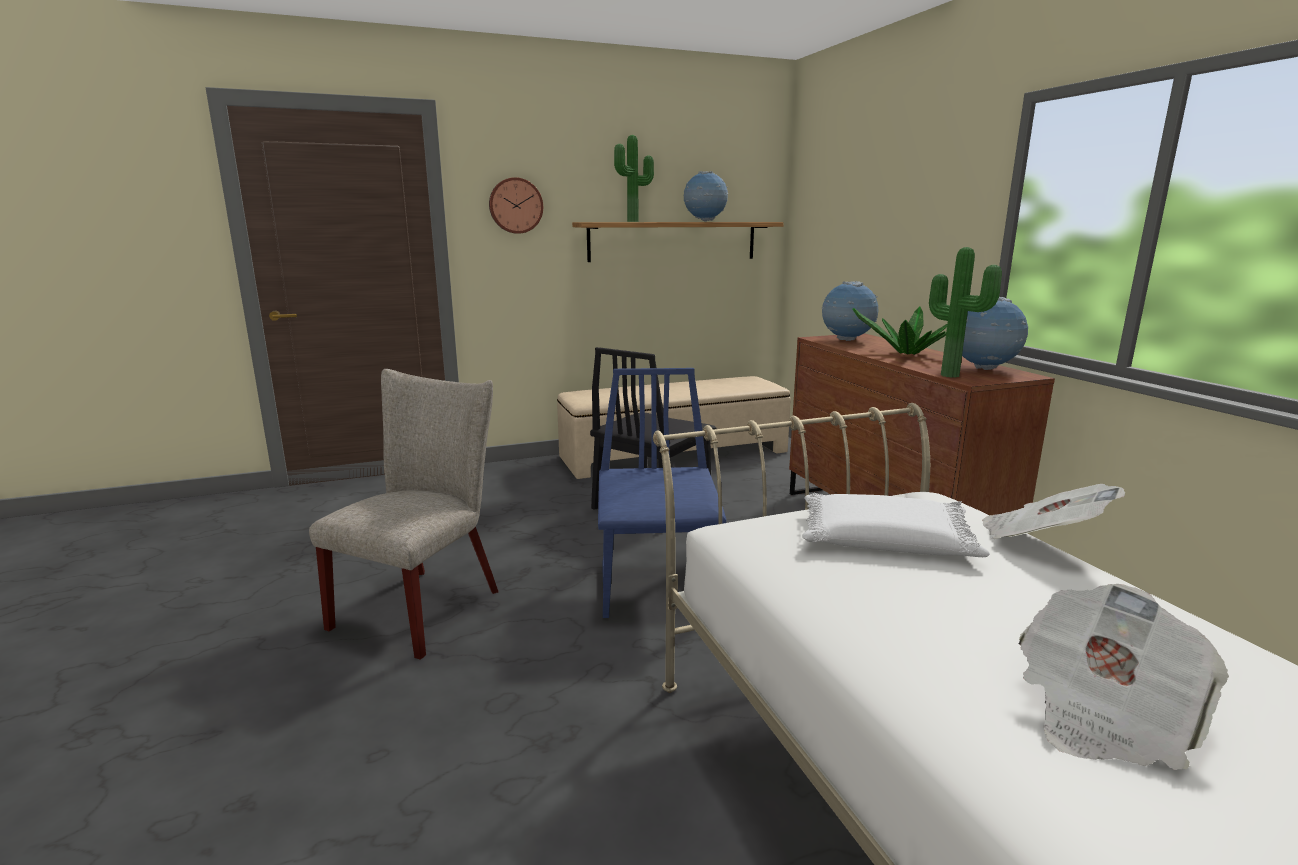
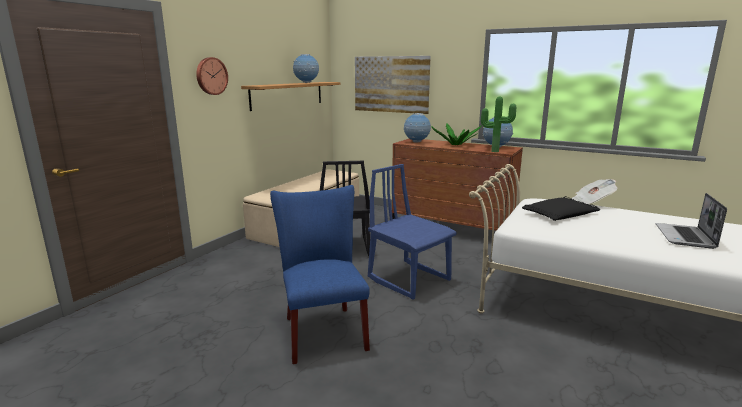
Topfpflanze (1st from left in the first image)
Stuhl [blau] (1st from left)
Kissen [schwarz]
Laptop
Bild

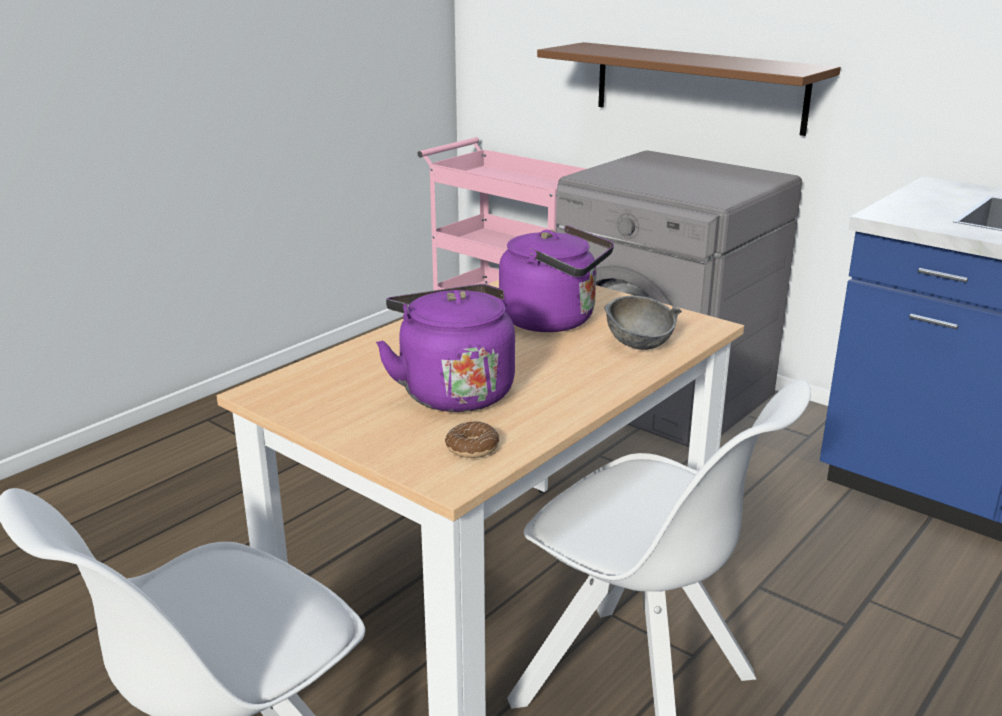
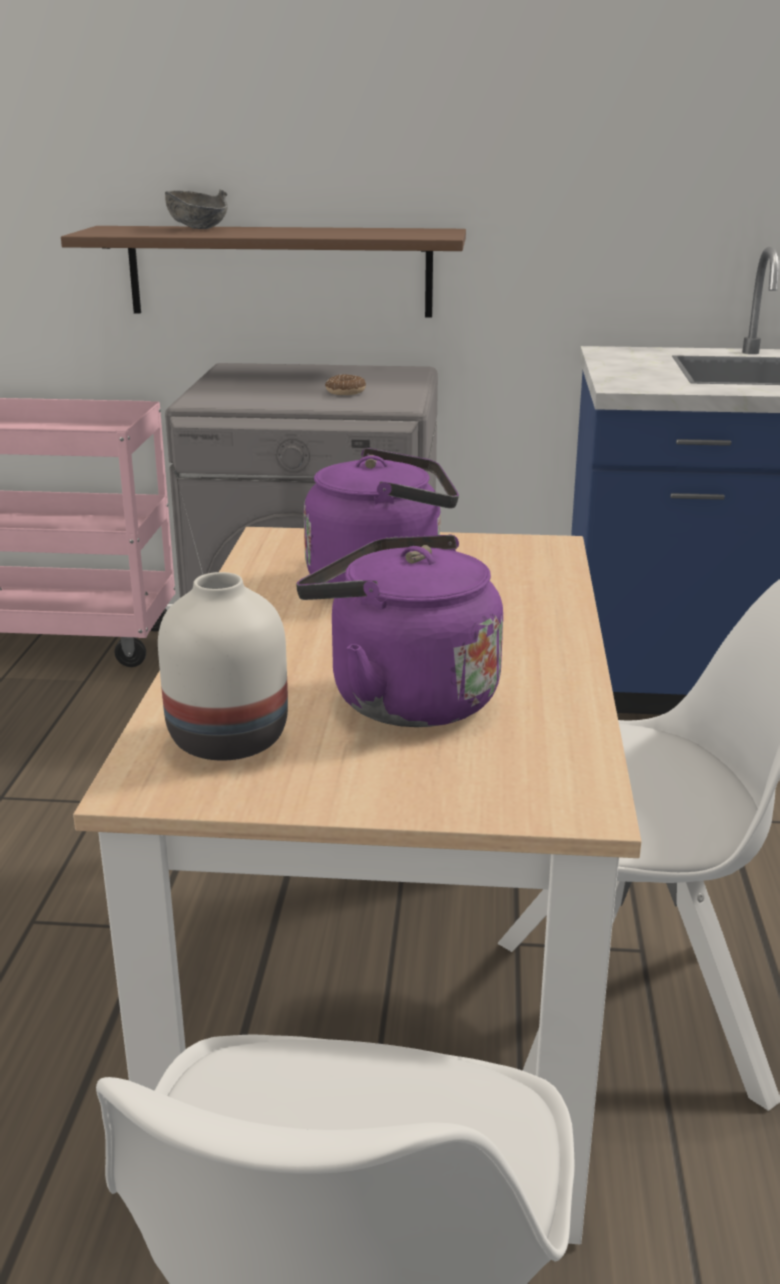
Schüssel [grau]
Donut
Vase [weiß]

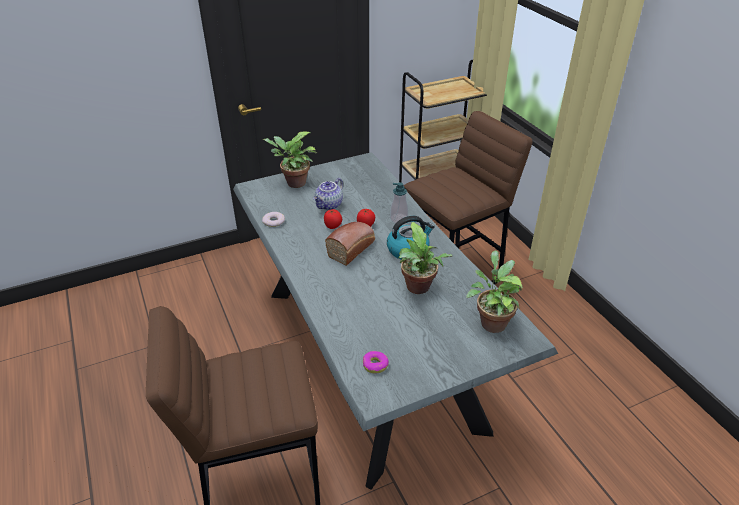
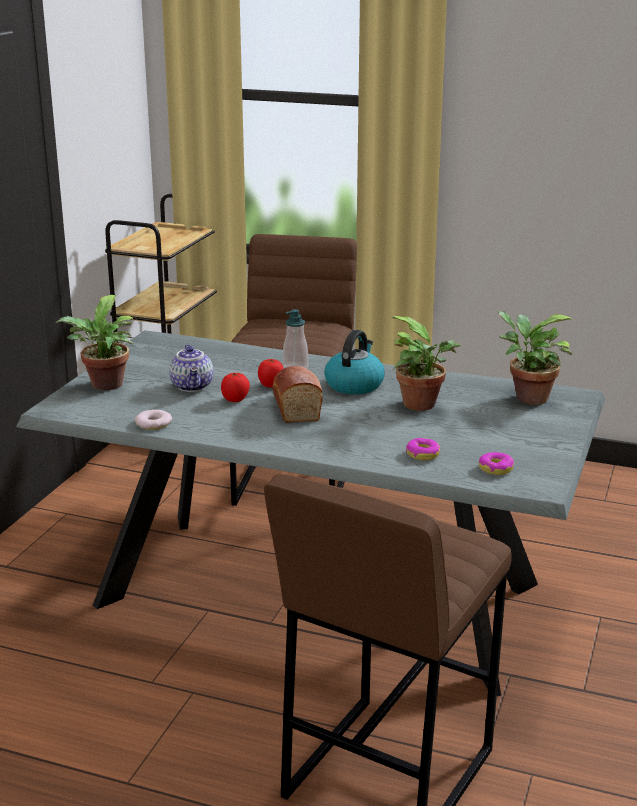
Donut (2nd from left)

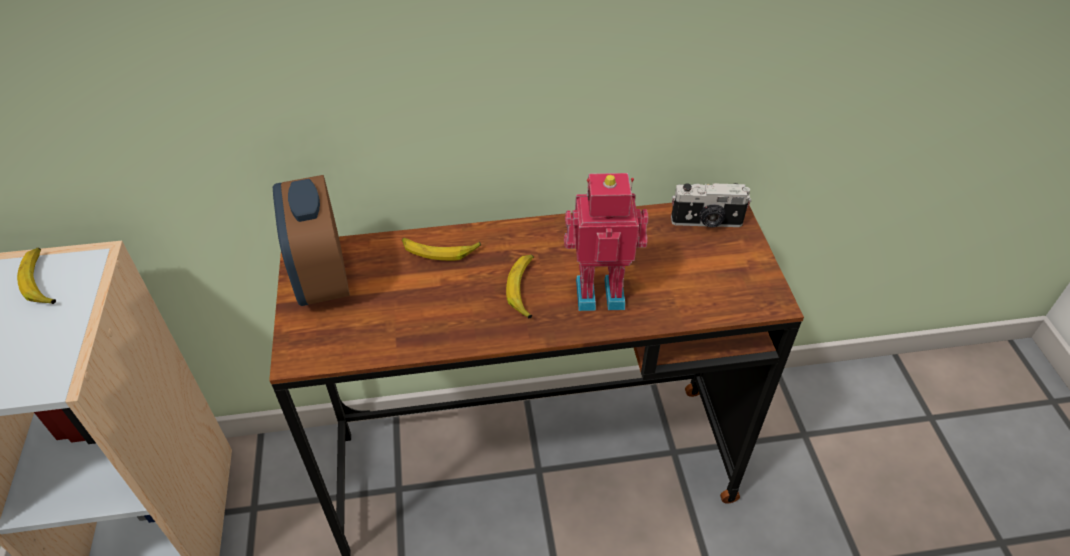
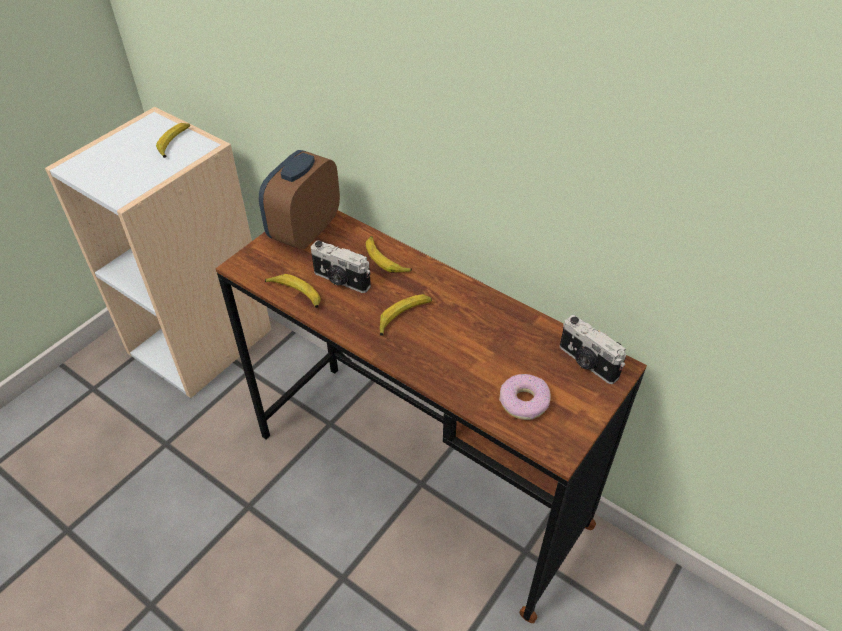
Spielzeugroboter
Kamera (1st from left)
Banane (2nd from left)
Donut

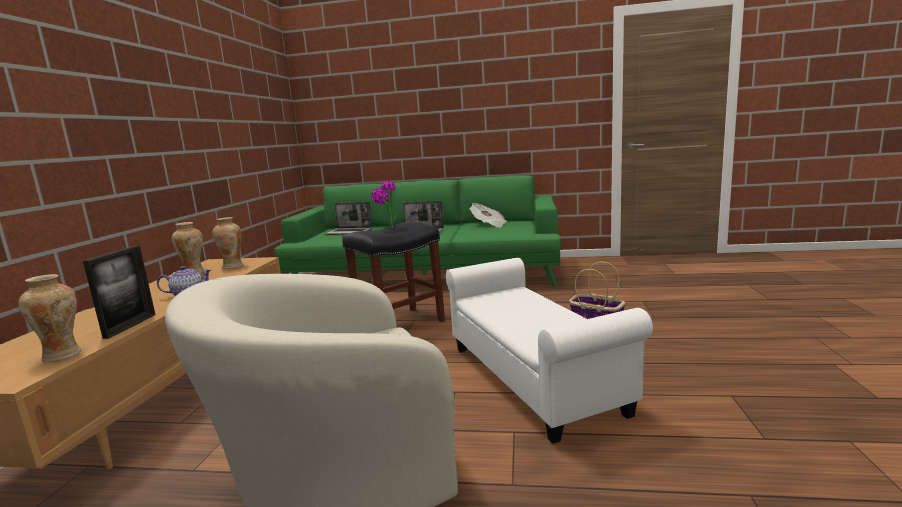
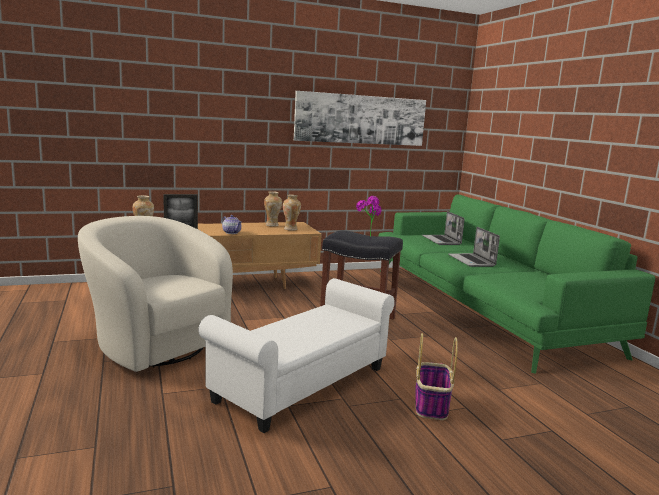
Zeitung
Bild

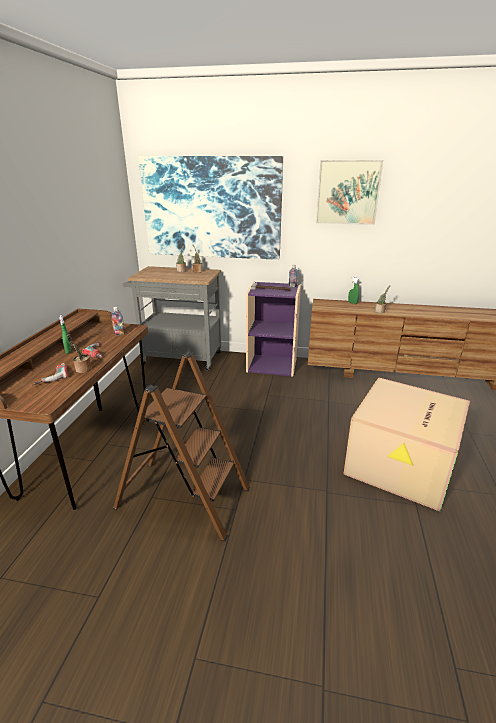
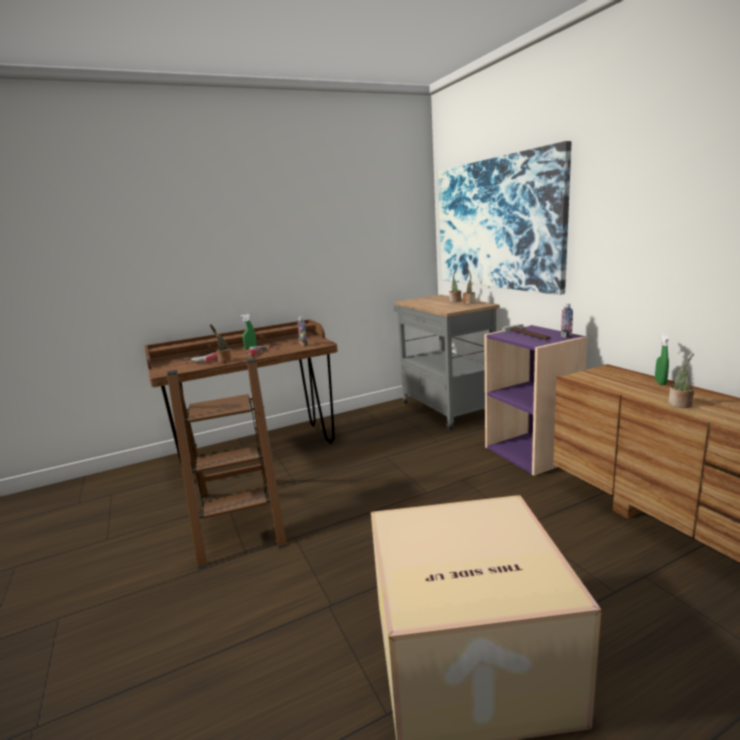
Bild (2nd from left in the first image)

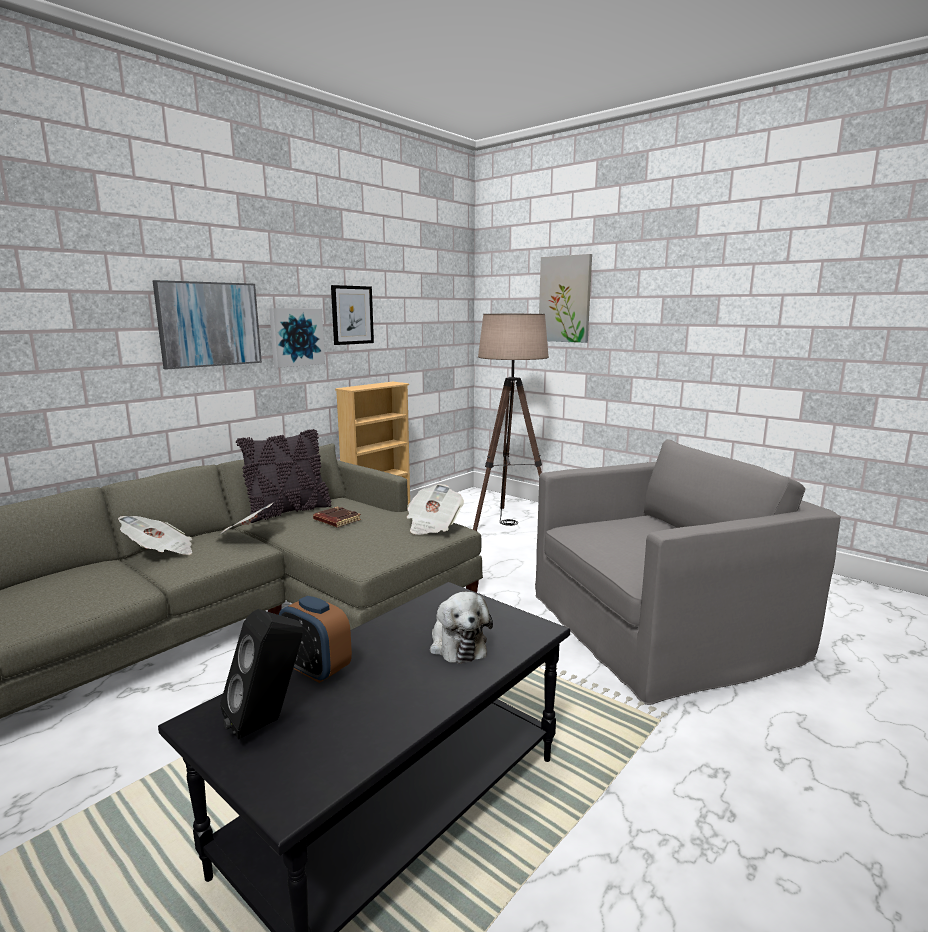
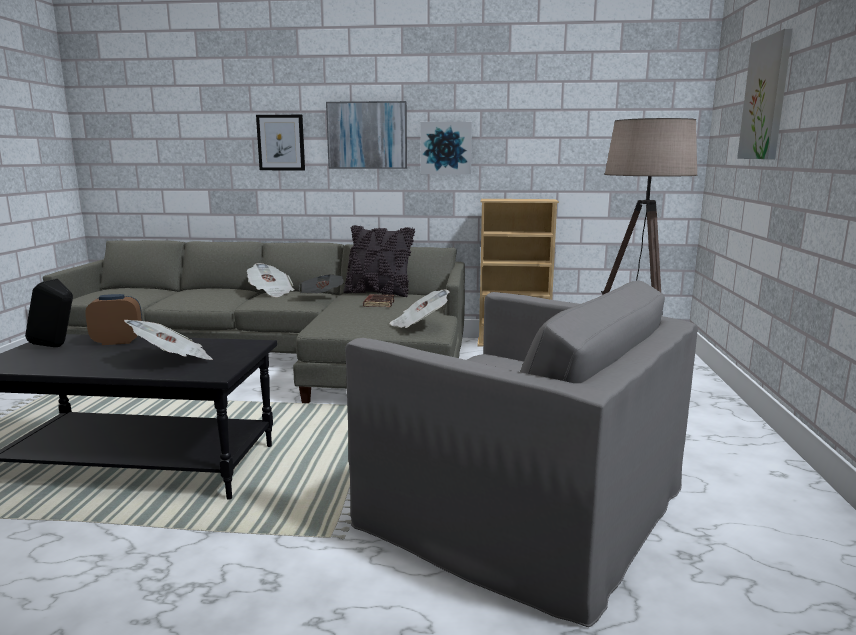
Bild (1st from left)
Zeitung (1st from left)
Wecker

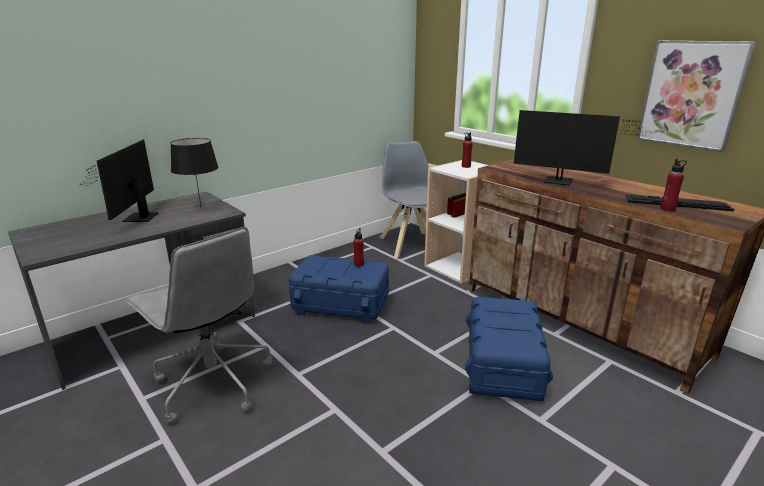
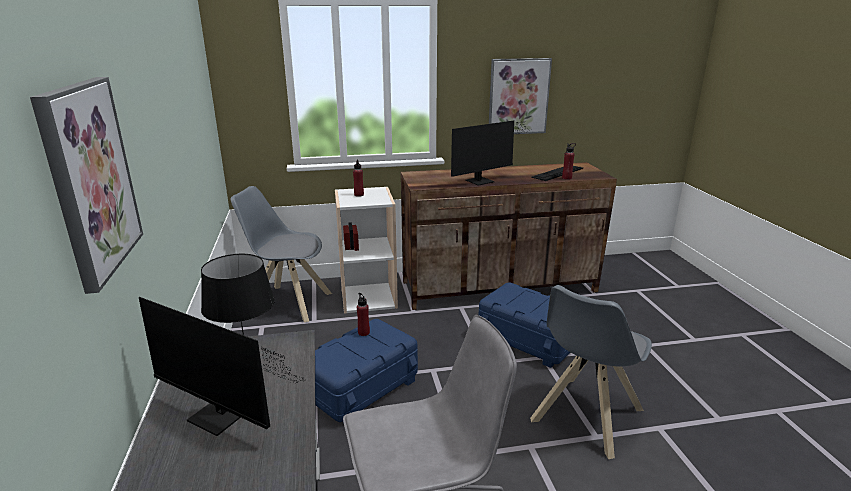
Bild (1st from left)
Stuhl [grau] (2nd from left)

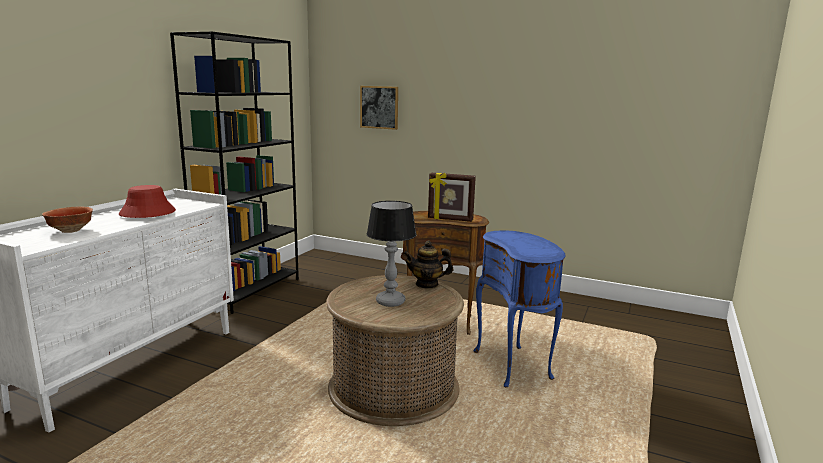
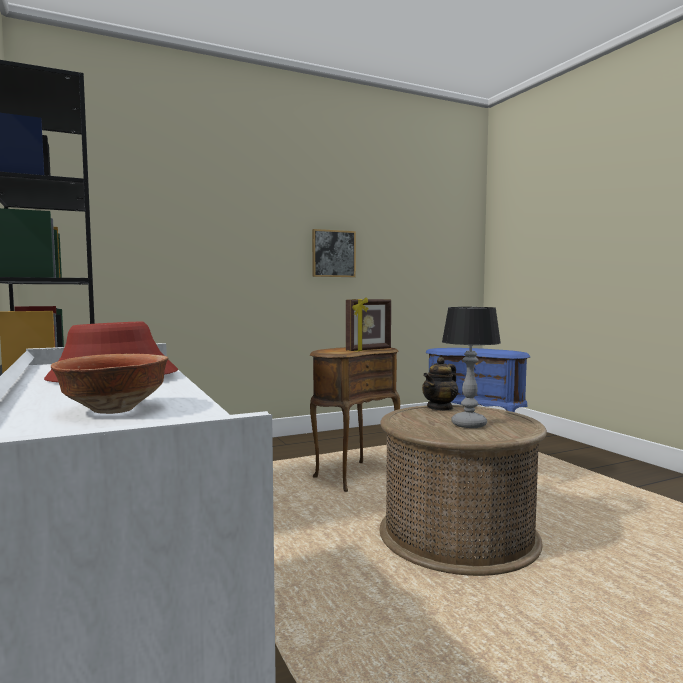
Bild

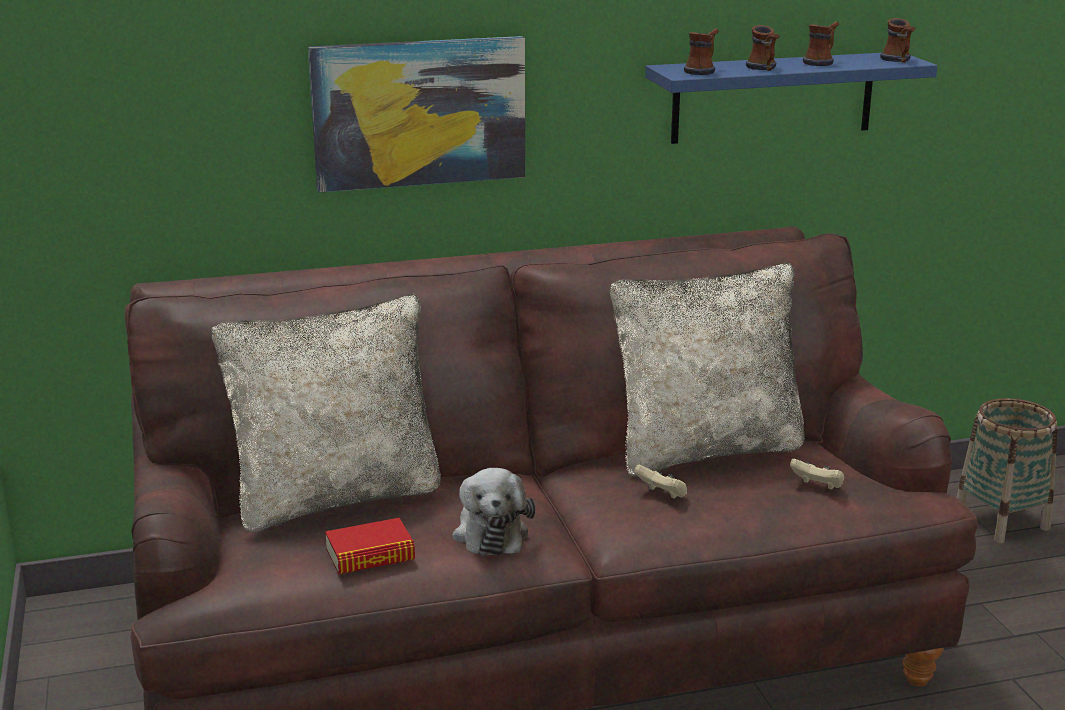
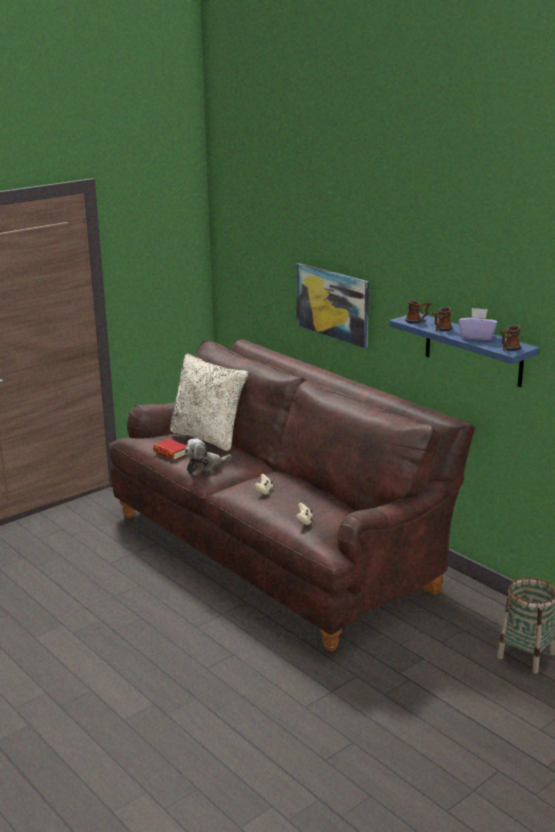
Taschentuchbox [lila]
Kissen [beige] (2nd from left in the first image)

